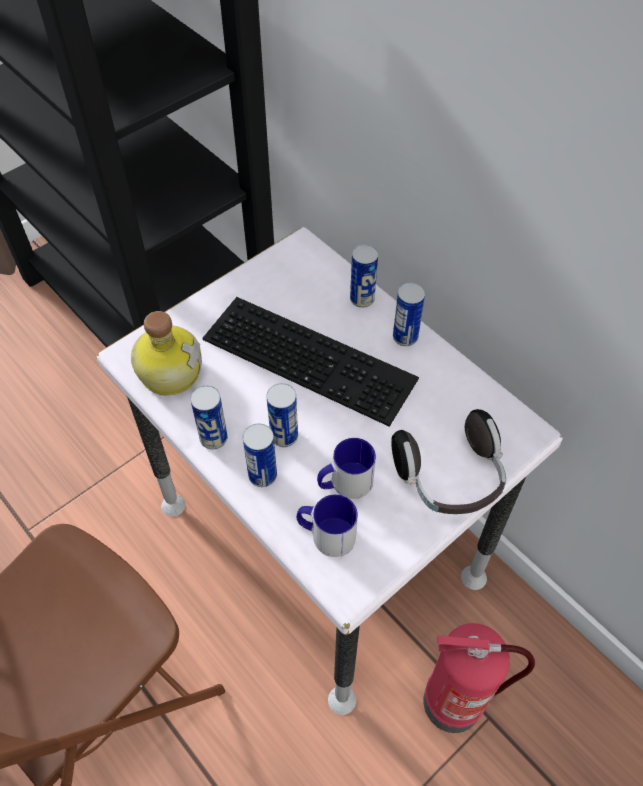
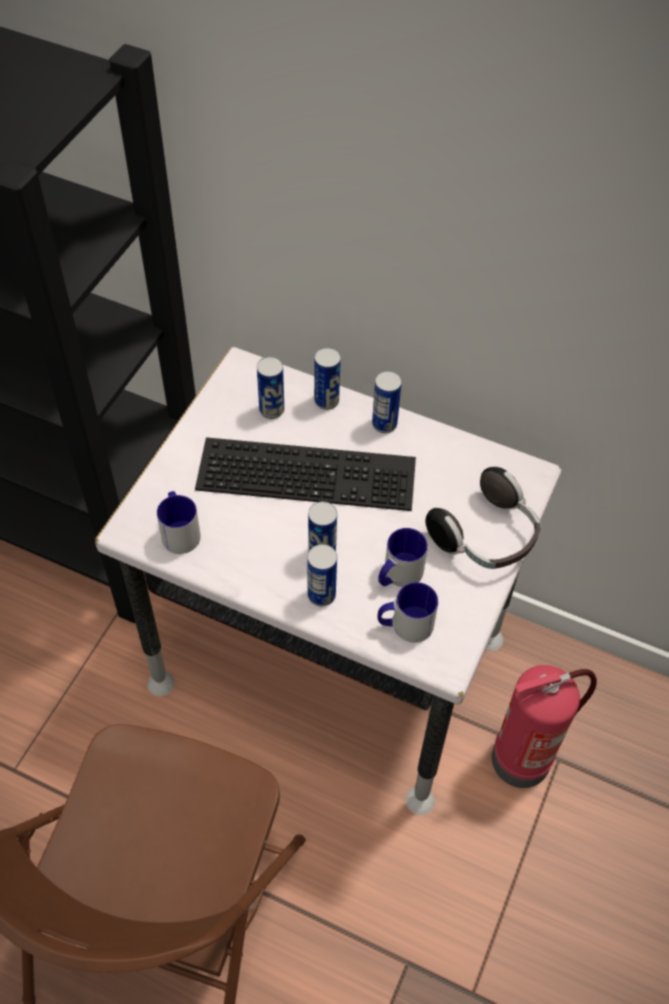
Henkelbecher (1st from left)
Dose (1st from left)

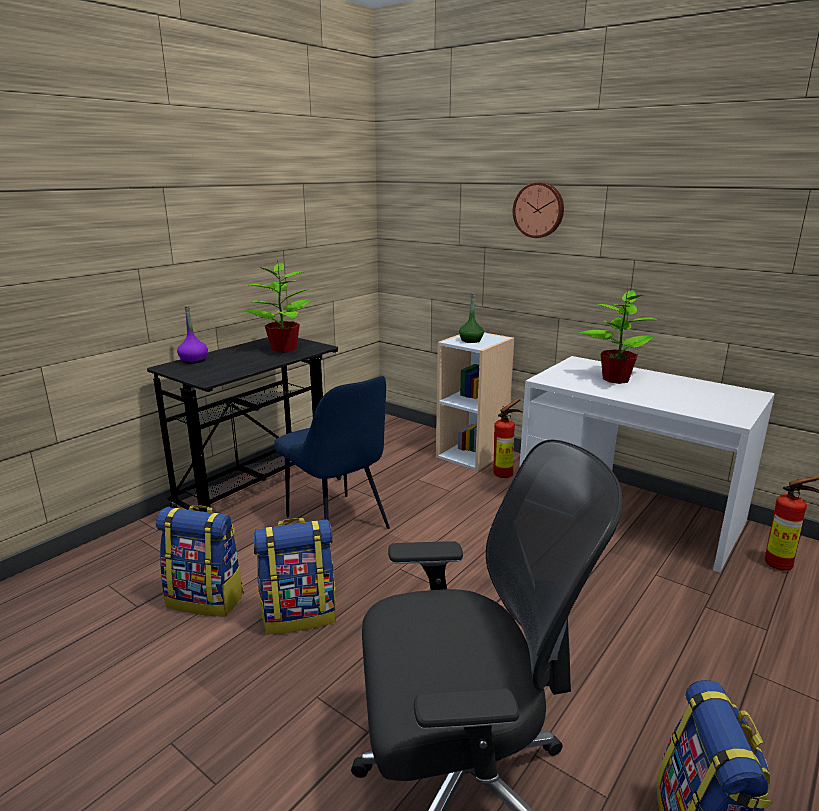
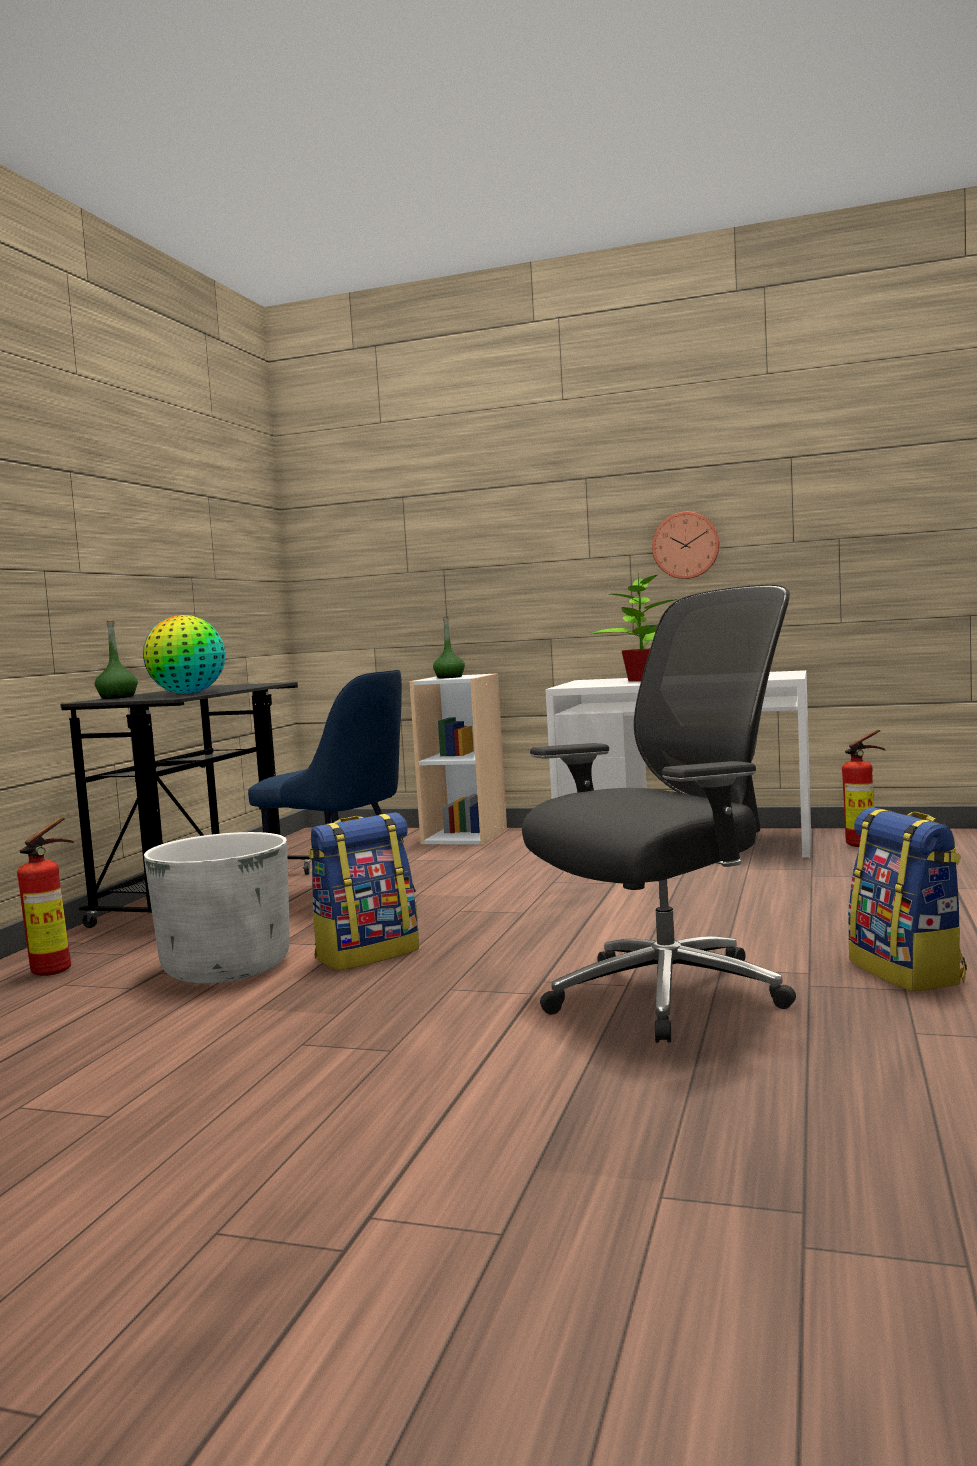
Wanduhr
Topfpflanze (1st from left in the first image)
Flasche [grün] (1st from left)
Feuerlöscher (1st from left)
Pflanzkübel [weiß]
Globus

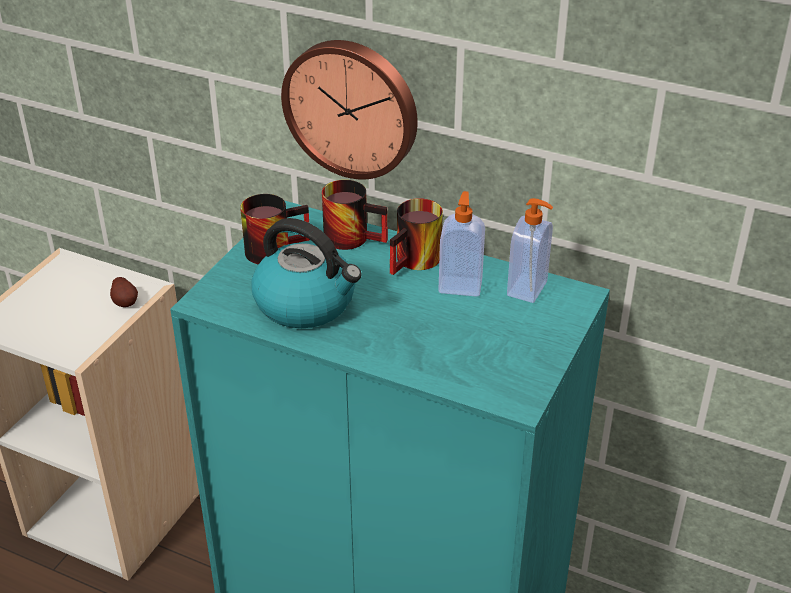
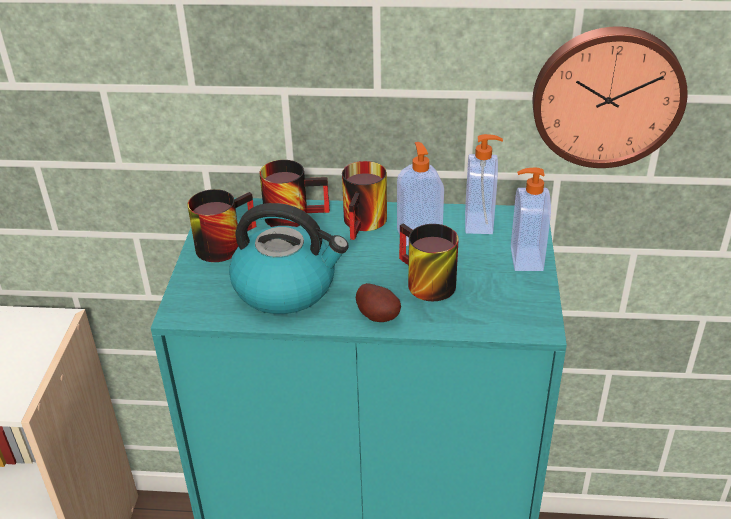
Wanduhr
Kartoffel
Seifenspender (3rd from left)
Henkelbecher (4th from left)

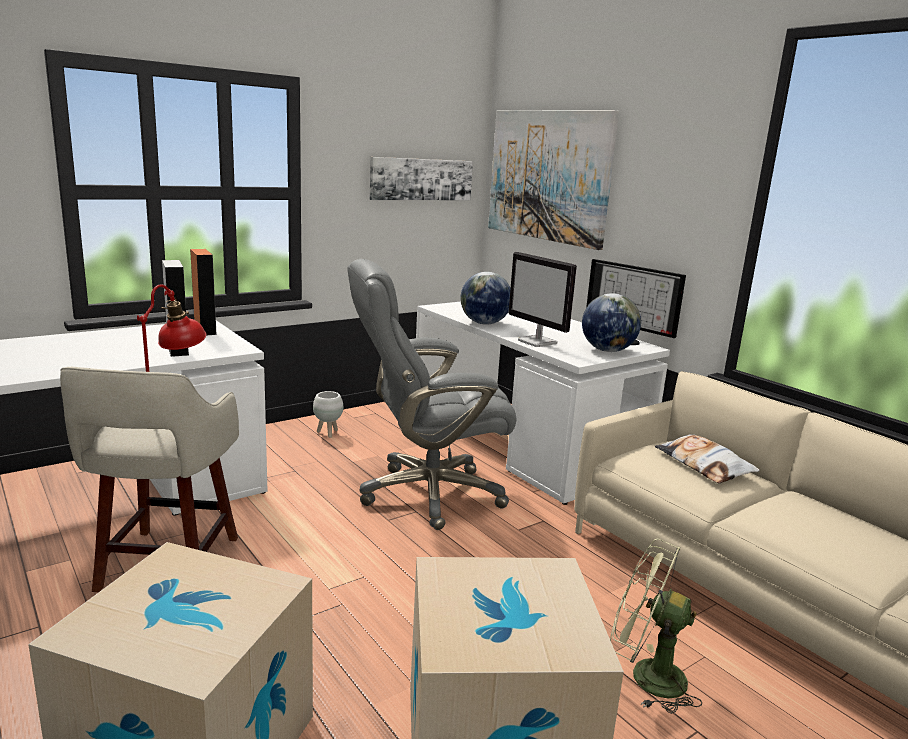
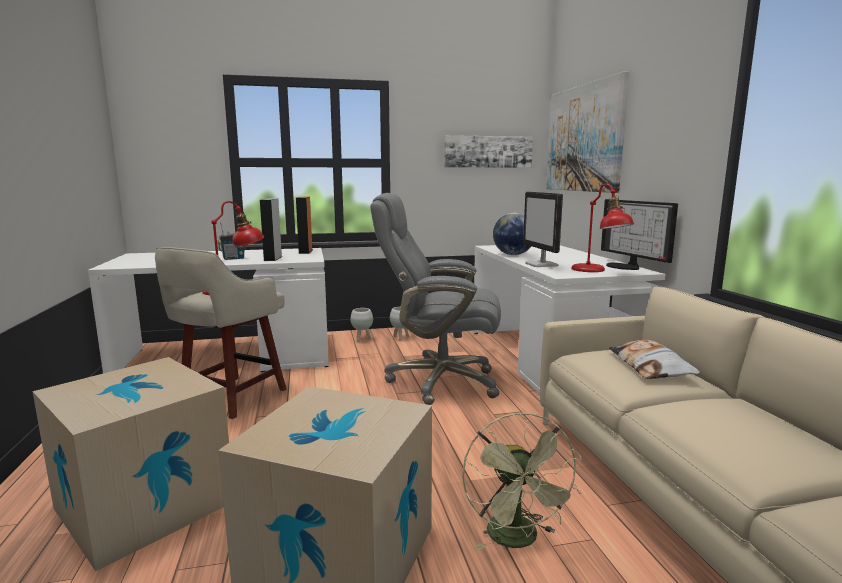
Tischlampe [rot] (2nd from left)
Ventilator [grün]
Radio
Pflanzkübel [weiß] (1st from left)

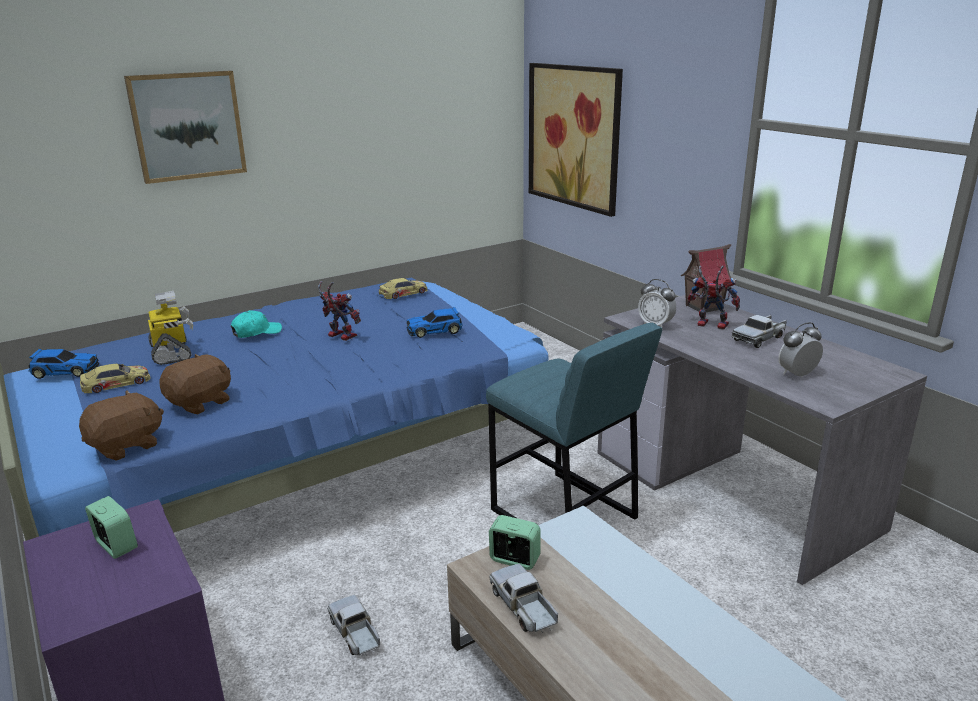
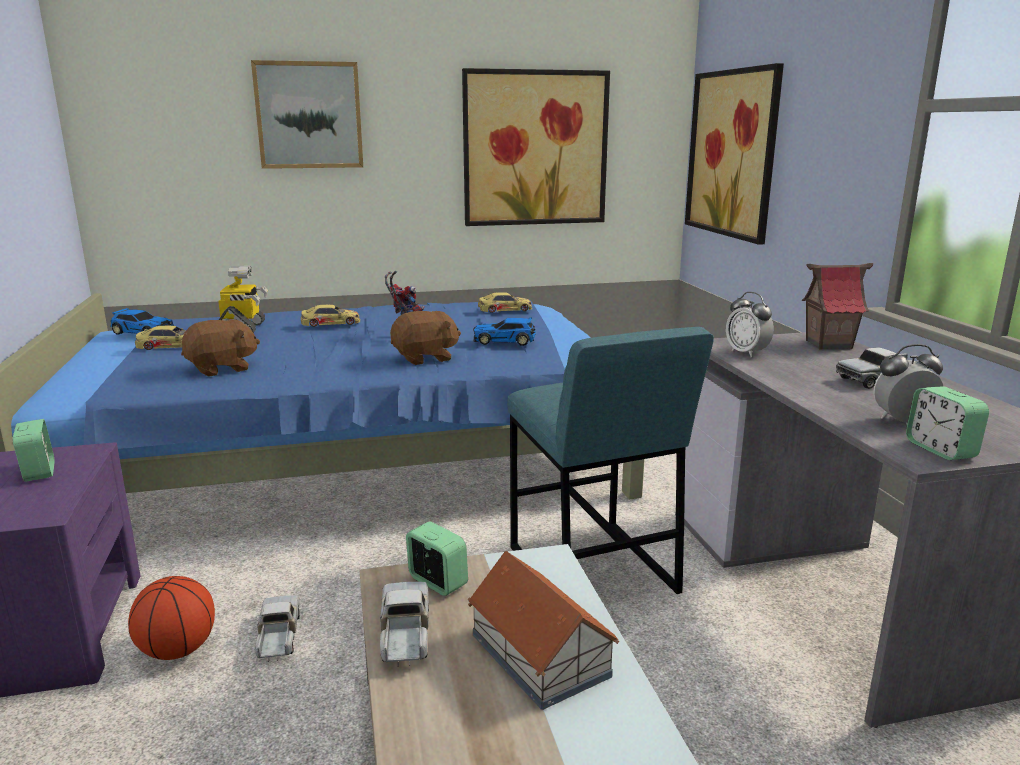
Spielzeugroboter (3rd from left in the first image)
Spielzeugauto (3rd from left)
Plüschtier [braun] (2nd from left)
Bild (2nd from left)
Wecker (5th from left)
Spielzeughaus (1st from left)
Basketball

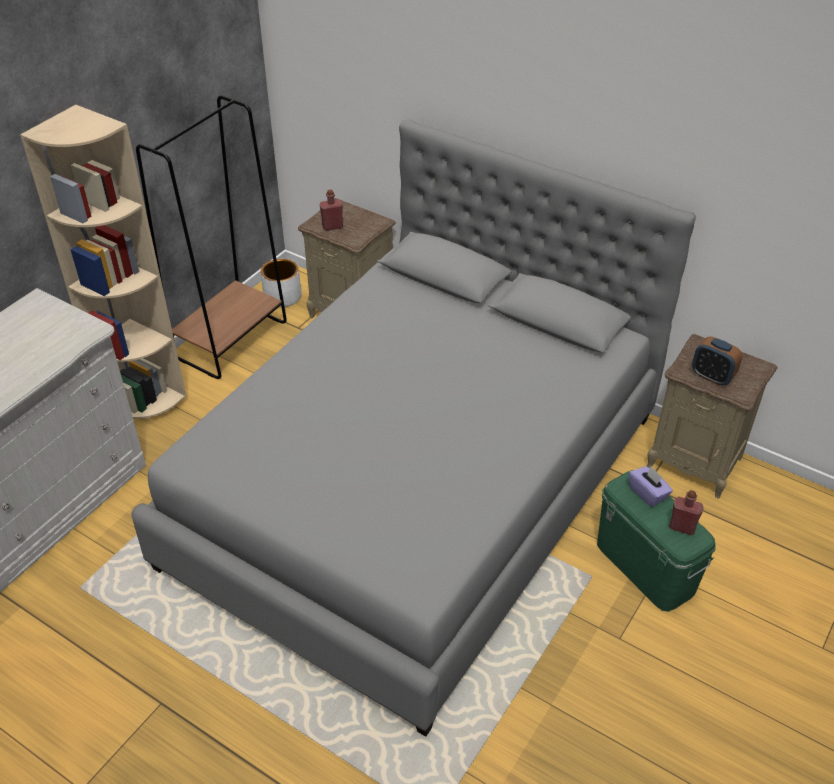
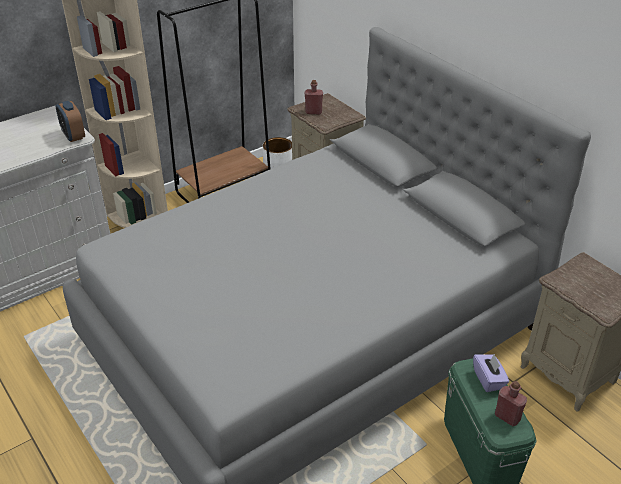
Wecker

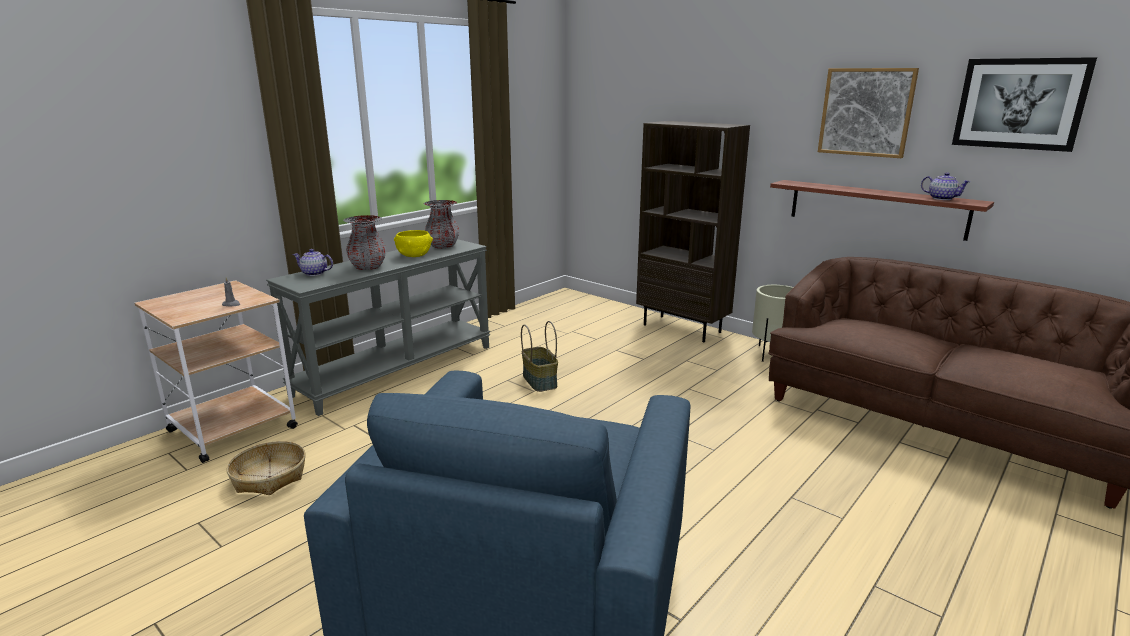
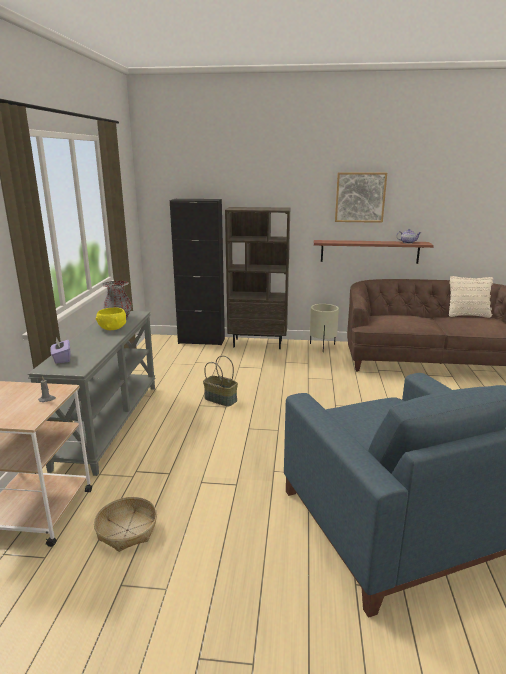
Bild (2nd from left in the first image)
Vase [grau] (1st from left in the first image)
Taschentuchbox [lila]
Schrank [schwarz]
Kissen [beige]

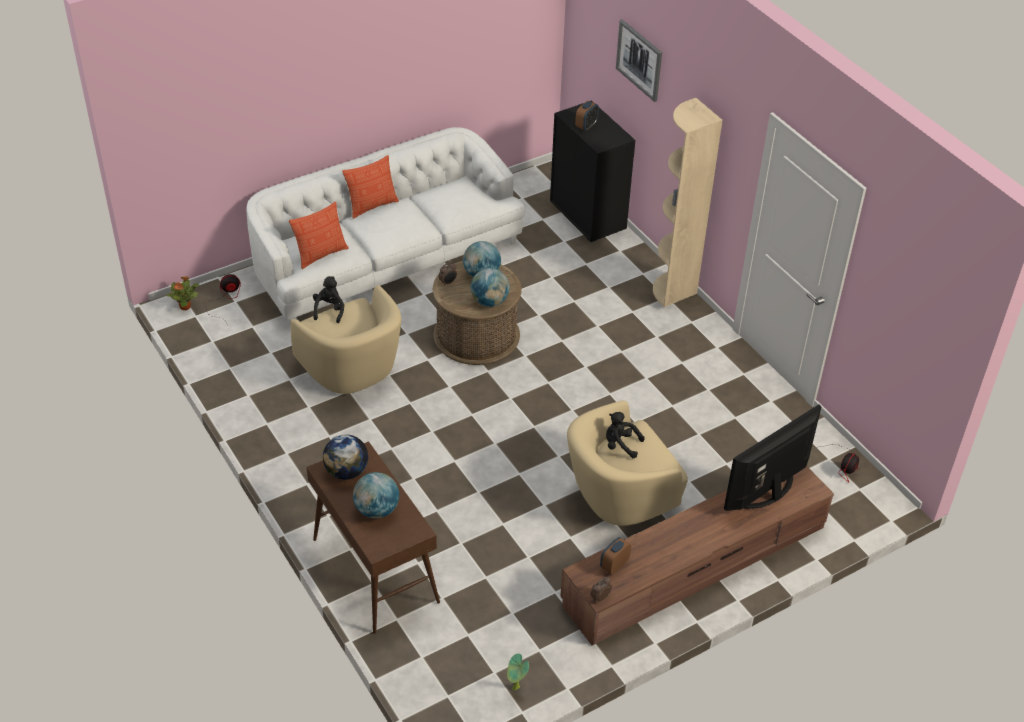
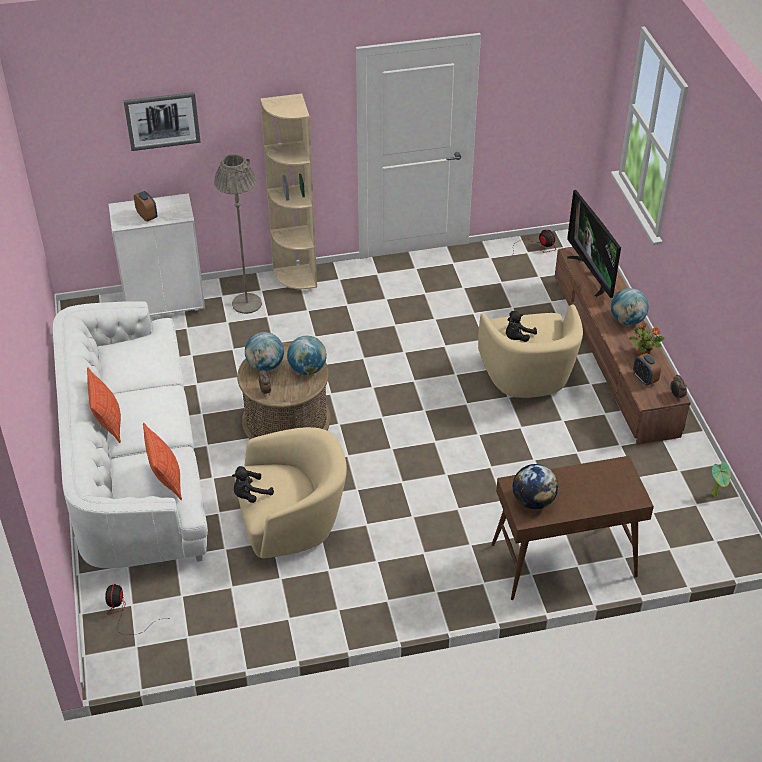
Schrank [weiß]
Topfpflanze (1st from left)
Plüschtier [schwarz] (1st from left)
Globus (4th from left)
Stehlampe [grau]

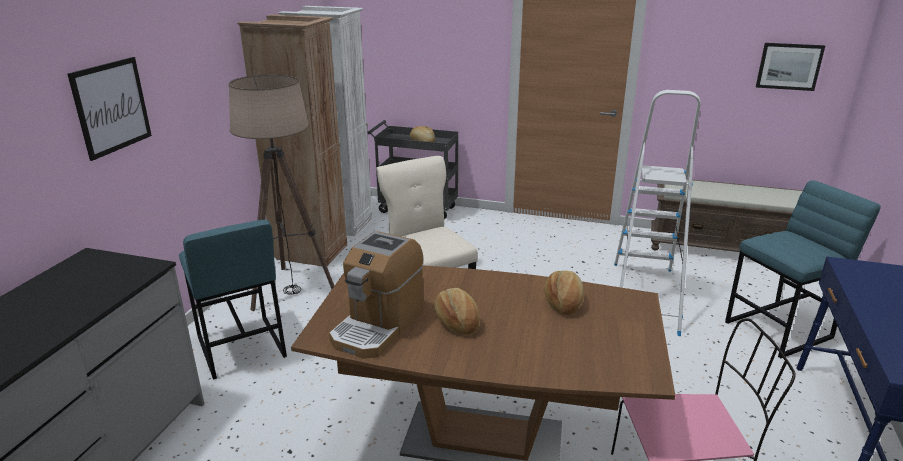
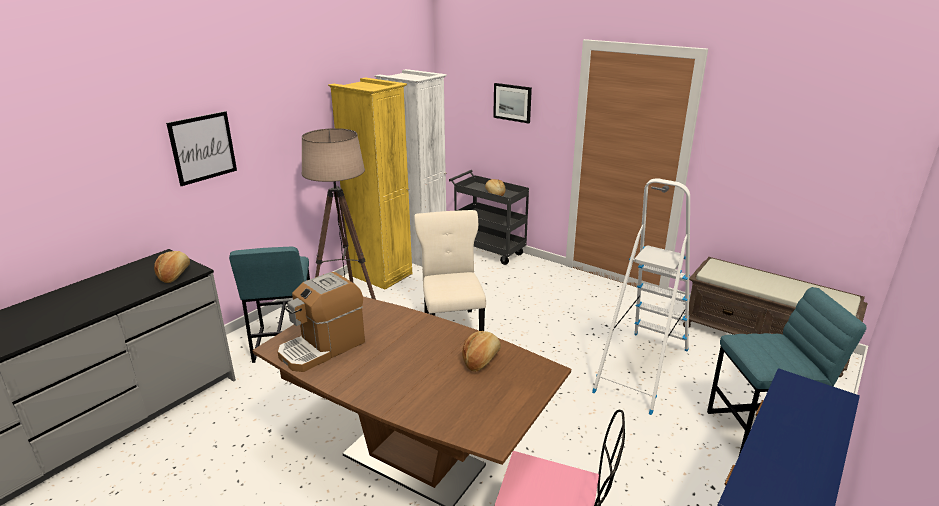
Schrank [gelb]
Bild (2nd from left)
Brot (1st from left)

